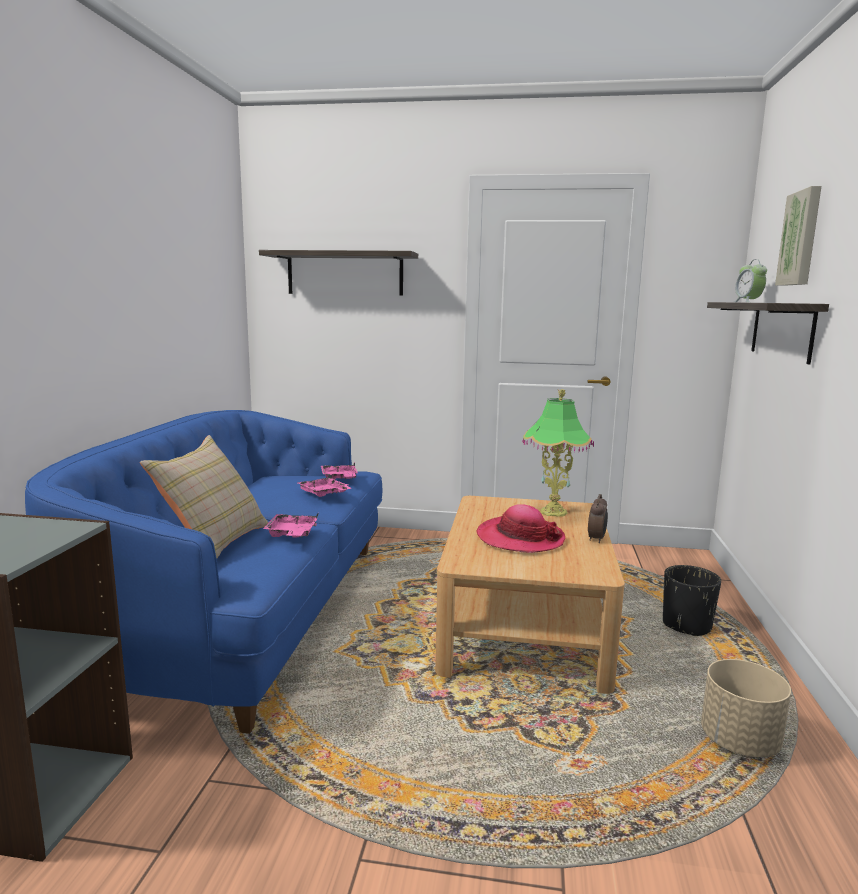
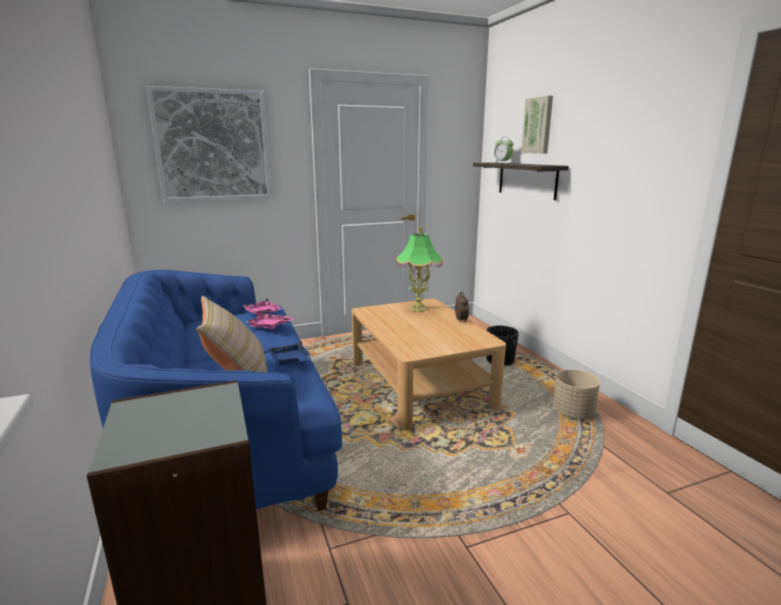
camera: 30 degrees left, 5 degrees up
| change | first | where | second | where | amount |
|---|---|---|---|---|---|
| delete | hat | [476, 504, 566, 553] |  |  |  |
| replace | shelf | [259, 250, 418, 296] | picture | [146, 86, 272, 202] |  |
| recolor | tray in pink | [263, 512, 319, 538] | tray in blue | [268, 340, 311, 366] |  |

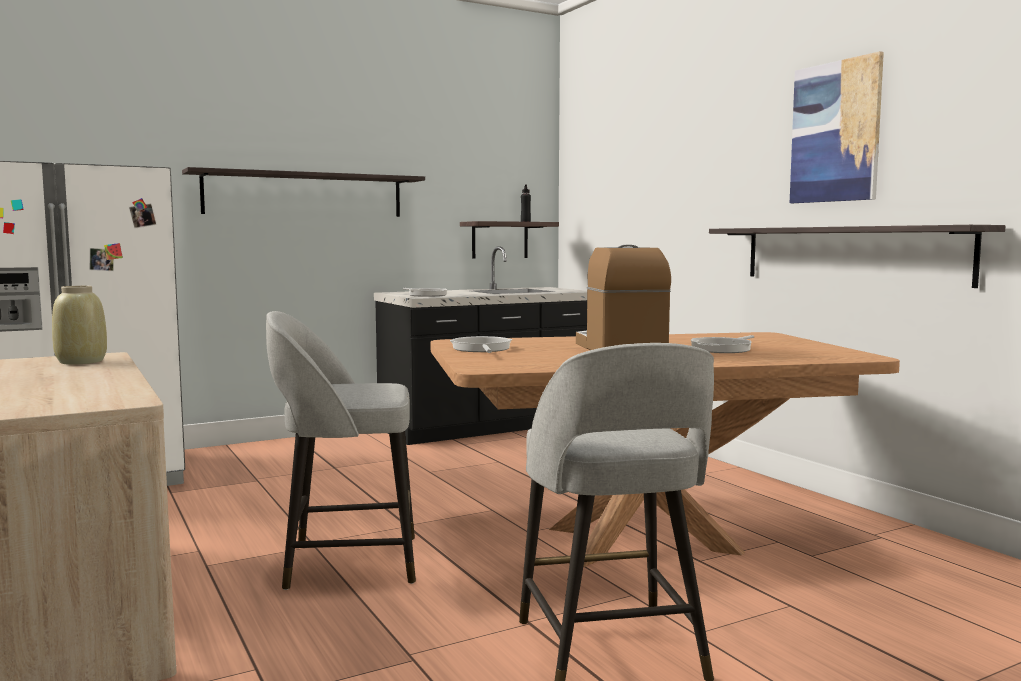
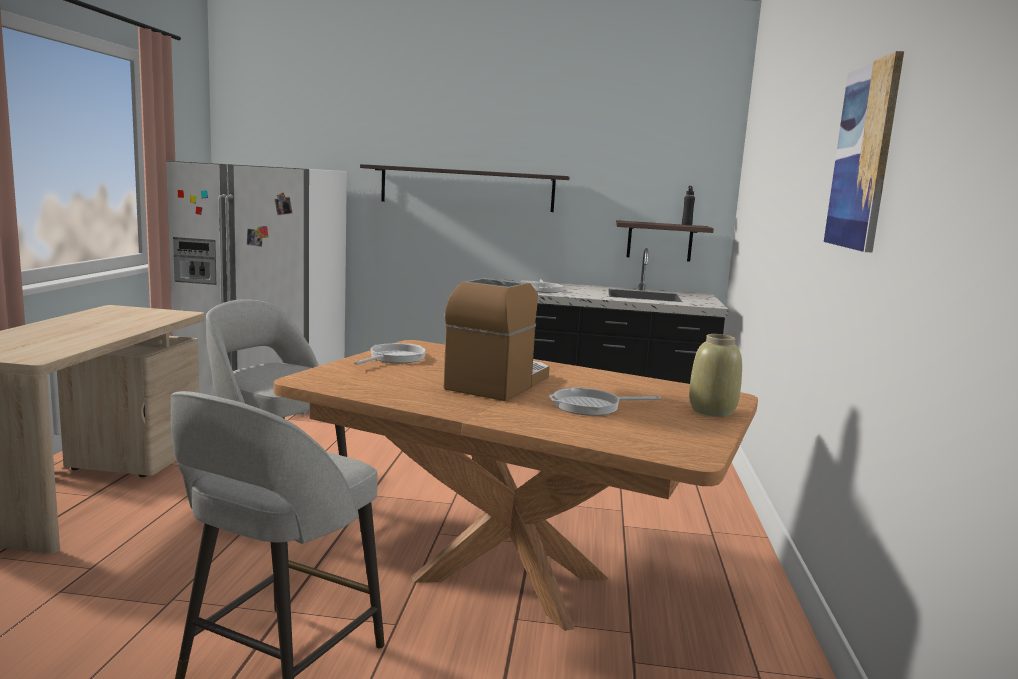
camera: 35 degrees right, 5 degrees up
| change | first | where | second | where | amount |
|---|---|---|---|---|---|
| delete | shelf | [709, 225, 1005, 288] |  |  |  |
| move | vase in beige | [52, 286, 107, 365] |  | [689, 334, 742, 417] |  |

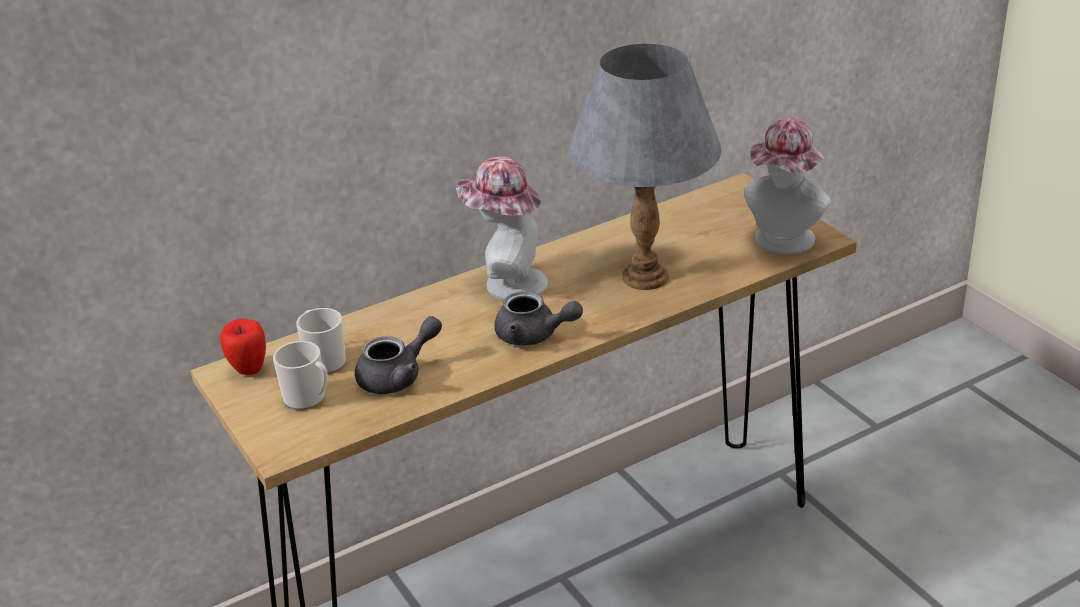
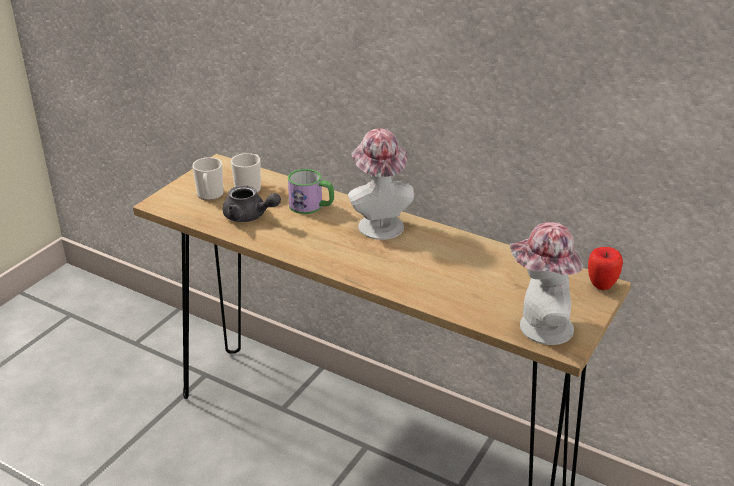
camera: 60 degrees right, 0 degrees up
| change | first | where | second | where | amount |
|---|---|---|---|---|---|
| delete | teapot in grey | [494, 291, 583, 346] |  |  |  |
| delete | table lamp in grey | [568, 43, 722, 290] |  |  |  |
| insert |  |  | mug | [288, 169, 334, 214] |  |
| move | apple | [220, 319, 266, 375] |  | [588, 247, 623, 290] |  |

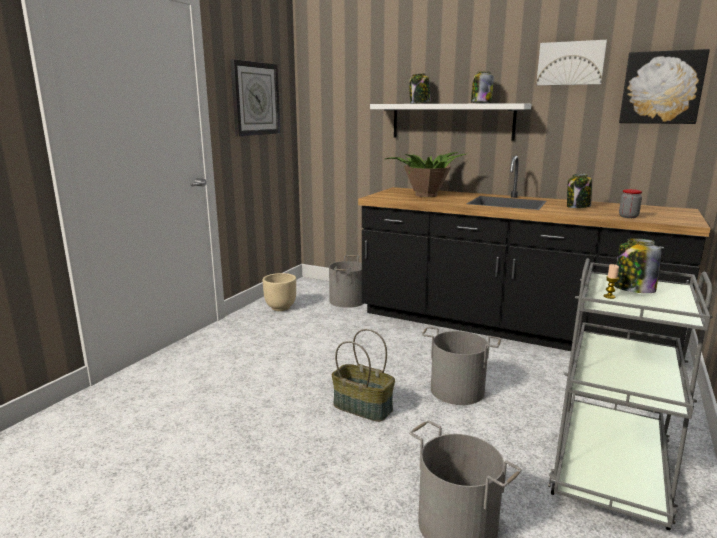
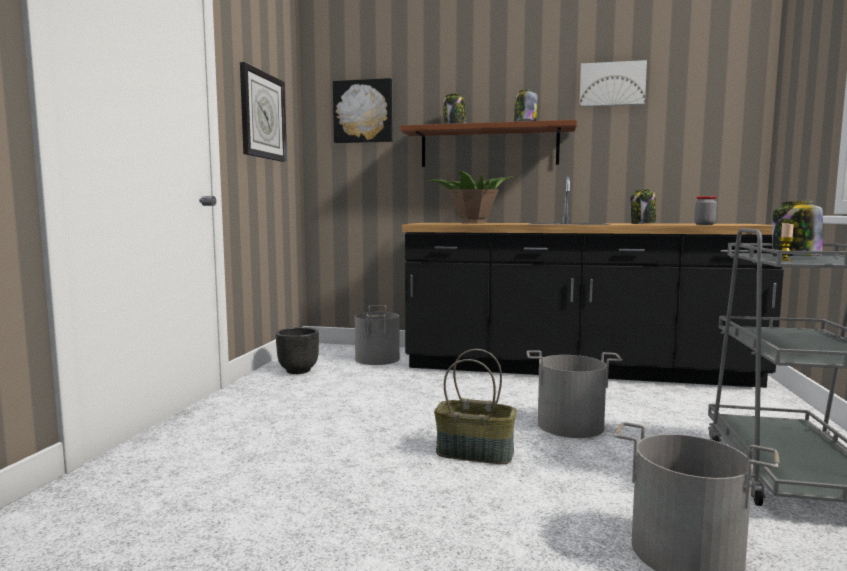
camera: 15 degrees left, 10 degrees down
| change | first | where | second | where | amount |
|---|---|---|---|---|---|
| move | picture | [619, 49, 710, 124] |  | [333, 78, 393, 143] |  |
| recolor | planter in beige | [263, 273, 296, 311] | planter in black | [276, 327, 319, 374] |  |
| recolor | shelf in white | [370, 103, 531, 141] | shelf in brown | [400, 120, 577, 167] |  |

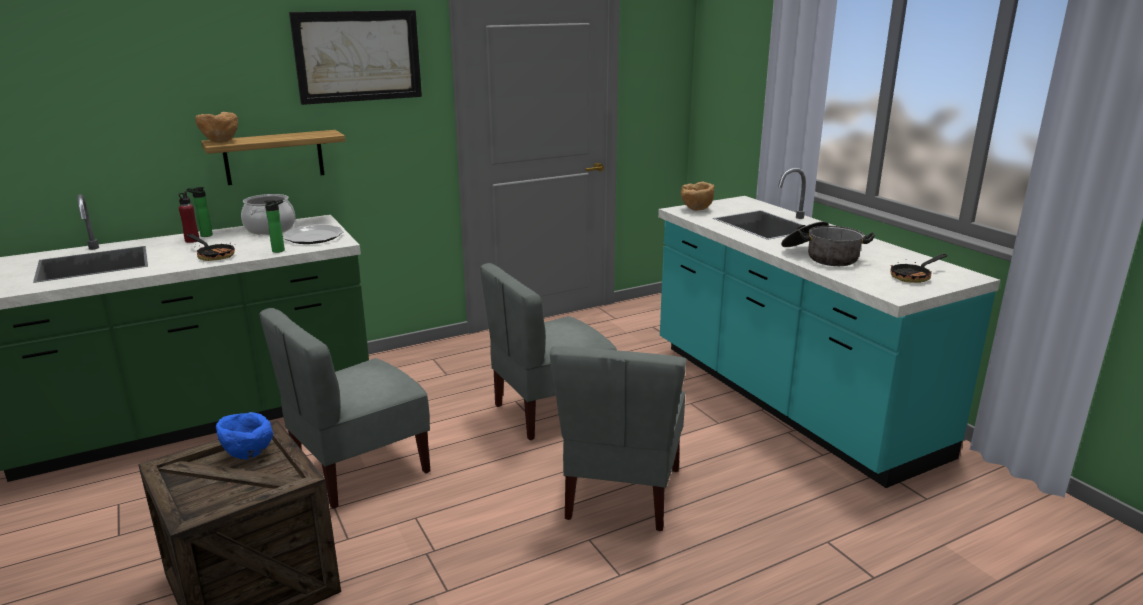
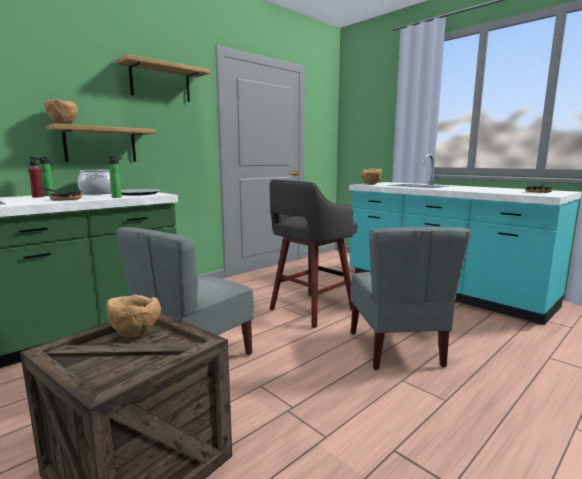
camera: 15 degrees left, 10 degrees down
| change | first | where | second | where | amount |
|---|---|---|---|---|---|
| delete | cooking pot | [781, 221, 875, 266] |  |  |  |
| replace | picture | [289, 10, 422, 105] | shelf | [116, 54, 211, 102] |  |
| replace | chair in grey | [480, 263, 617, 440] | stool in grey | [269, 180, 357, 328] |  |
| recolor | bowl in blue | [216, 412, 273, 460] | bowl in brown | [106, 295, 161, 337] |  |

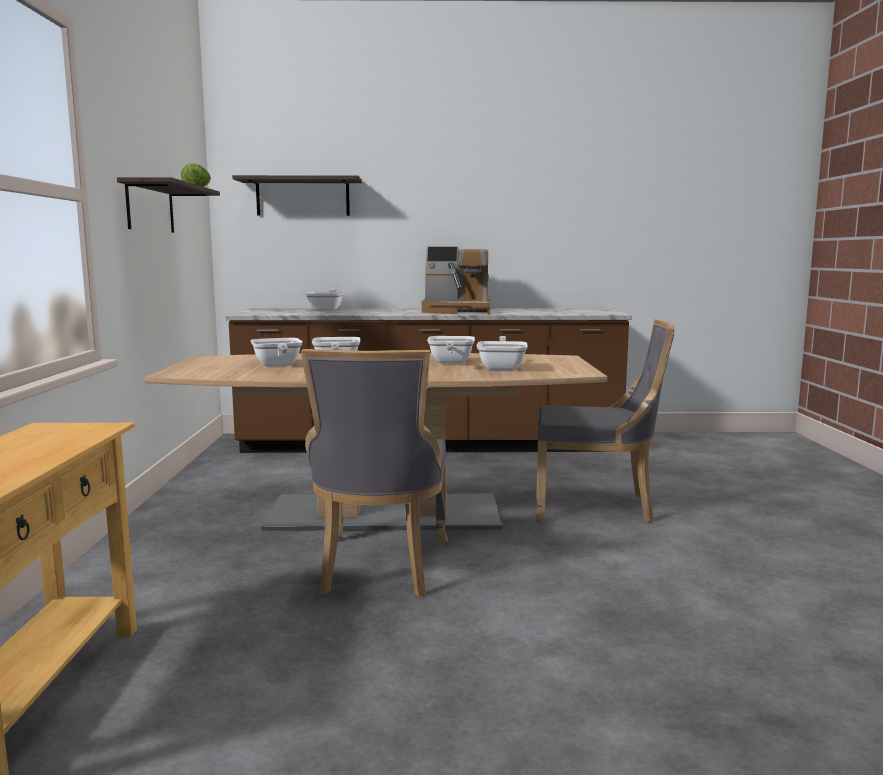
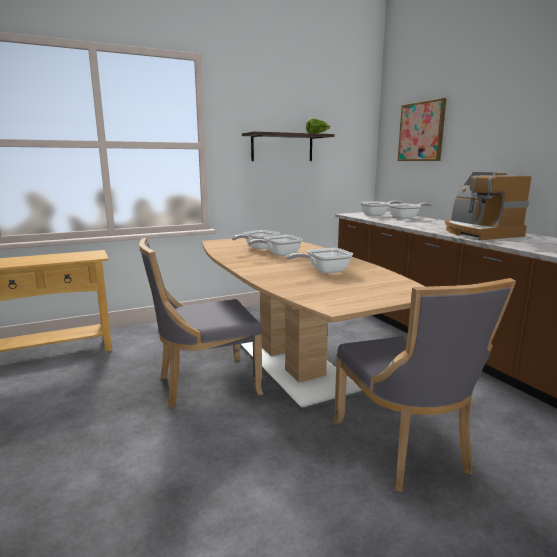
camera: 65 degrees right, 5 degrees up
| change | first | where | second | where | amount |
|---|---|---|---|---|---|
| move | frying pan | [477, 336, 528, 371] |  | [360, 201, 401, 216] |  |
| replace | shelf | [232, 175, 362, 216] | picture | [398, 98, 446, 161] |  |

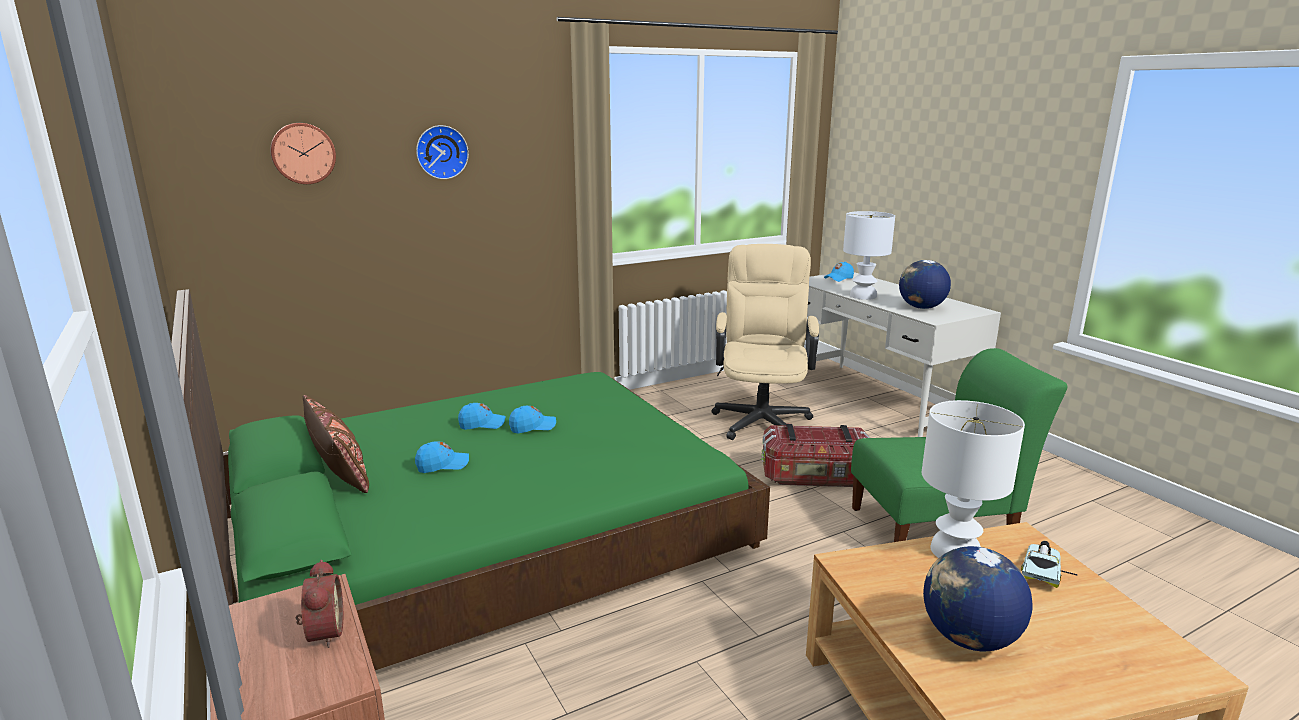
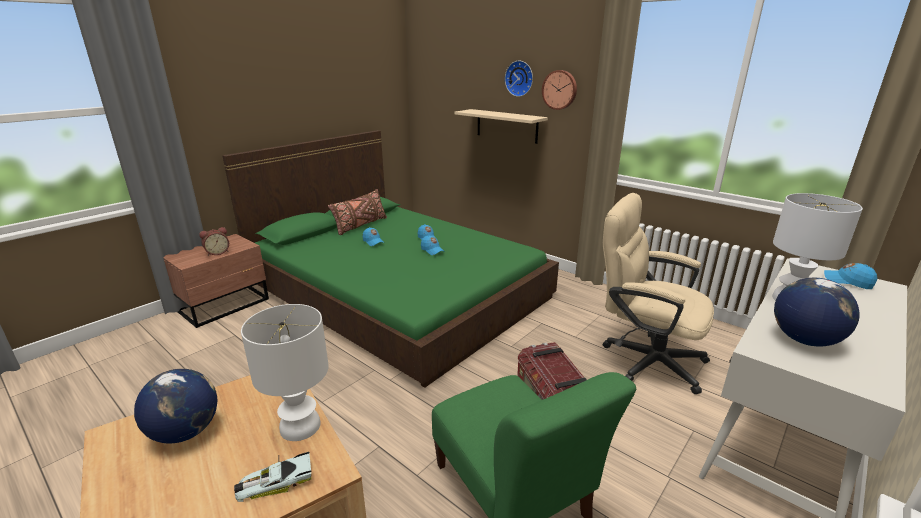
camera: 70 degrees right, 5 degrees up
| change | first | where | second | where | amount |
|---|---|---|---|---|---|
| insert |  |  | shelf in beige | [454, 109, 548, 144] |  |
| move | wall clock | [270, 123, 336, 184] |  | [542, 70, 577, 110] |  |
| rotate | office chair in beige | [711, 244, 819, 440] |  | [603, 193, 714, 394] | 135 degrees counterclockwise |
| rotate | toy car | [1021, 541, 1078, 588] |  | [234, 452, 312, 502] | 150 degrees clockwise |

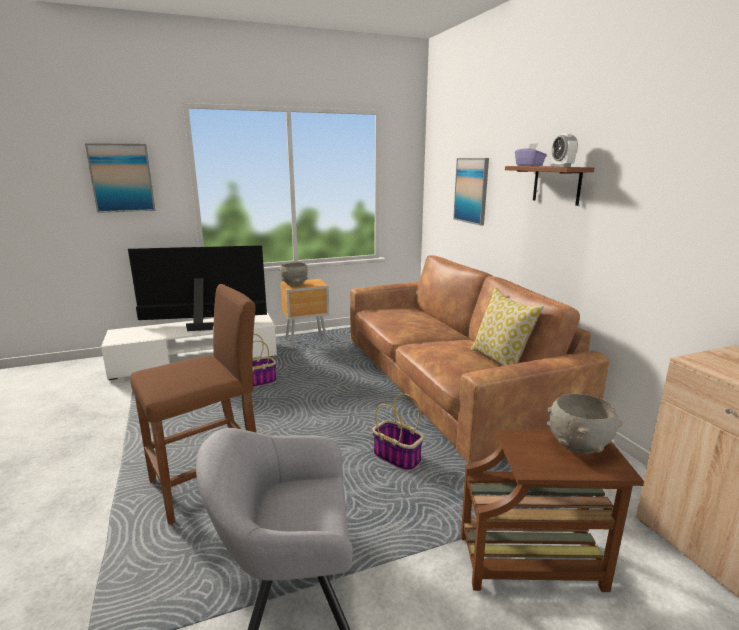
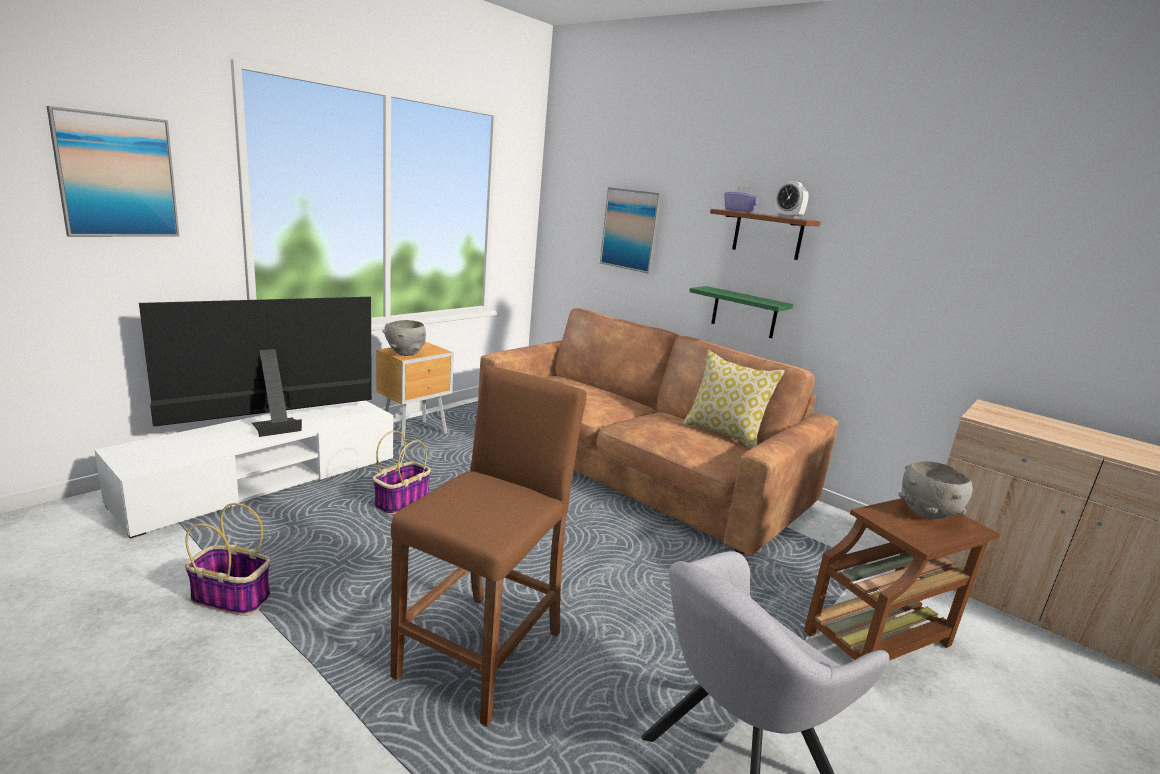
camera: 30 degrees left, 0 degrees up
| change | first | where | second | where | amount |
|---|---|---|---|---|---|
| insert |  |  | shelf in green | [689, 286, 793, 338] |  |
| move | basket | [372, 393, 424, 471] |  | [185, 503, 270, 616] |  |

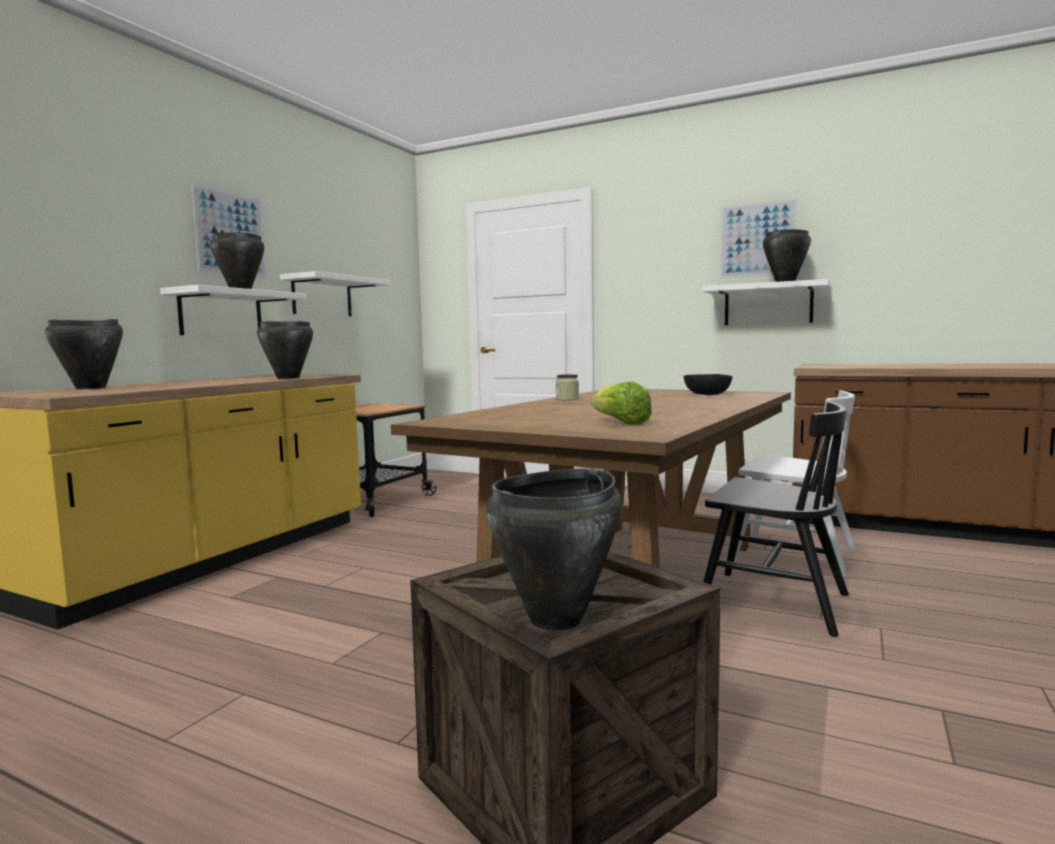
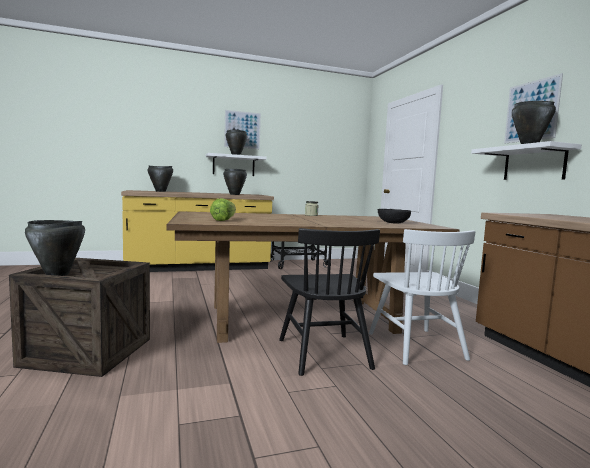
camera: 45 degrees right, 0 degrees up
| change | first | where | second | where | amount |
|---|---|---|---|---|---|
| delete | shelf in white | [280, 271, 390, 316] |  |  |  |

